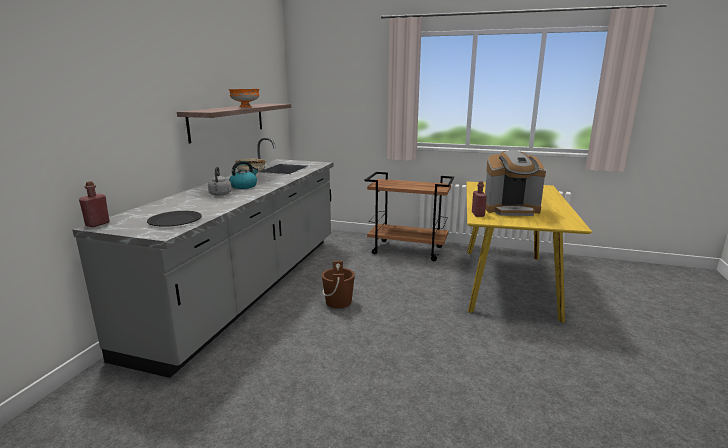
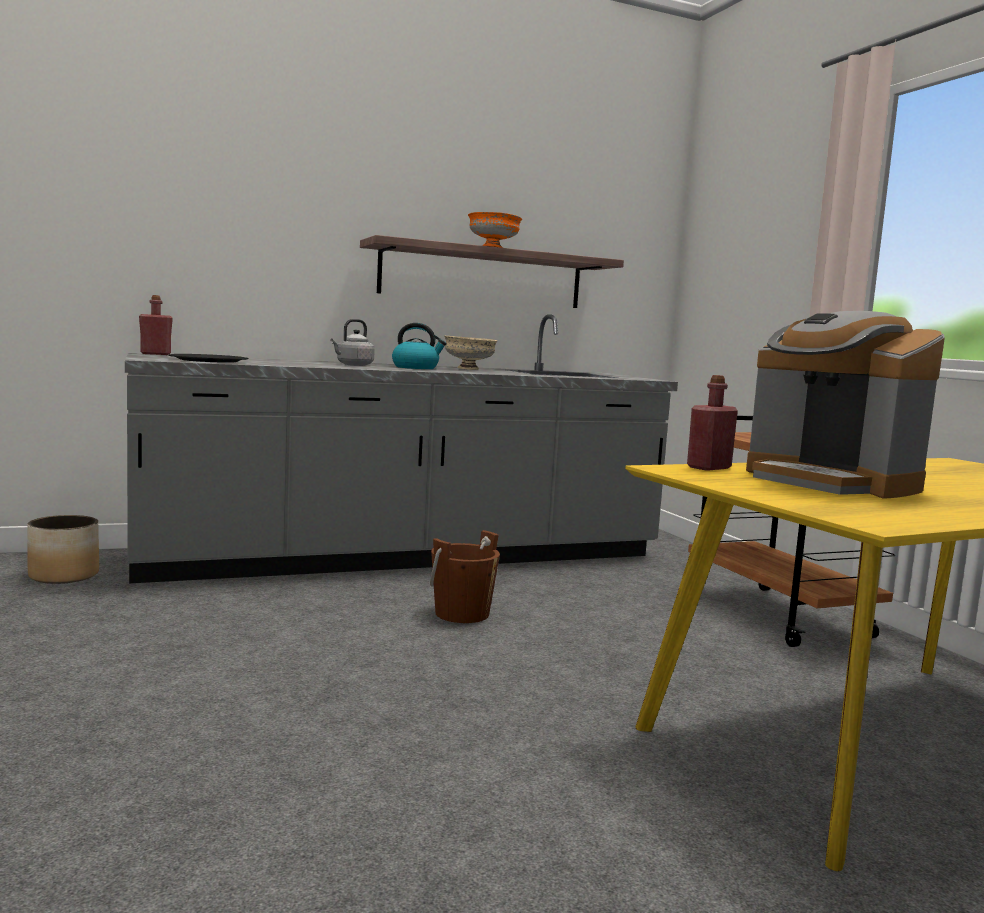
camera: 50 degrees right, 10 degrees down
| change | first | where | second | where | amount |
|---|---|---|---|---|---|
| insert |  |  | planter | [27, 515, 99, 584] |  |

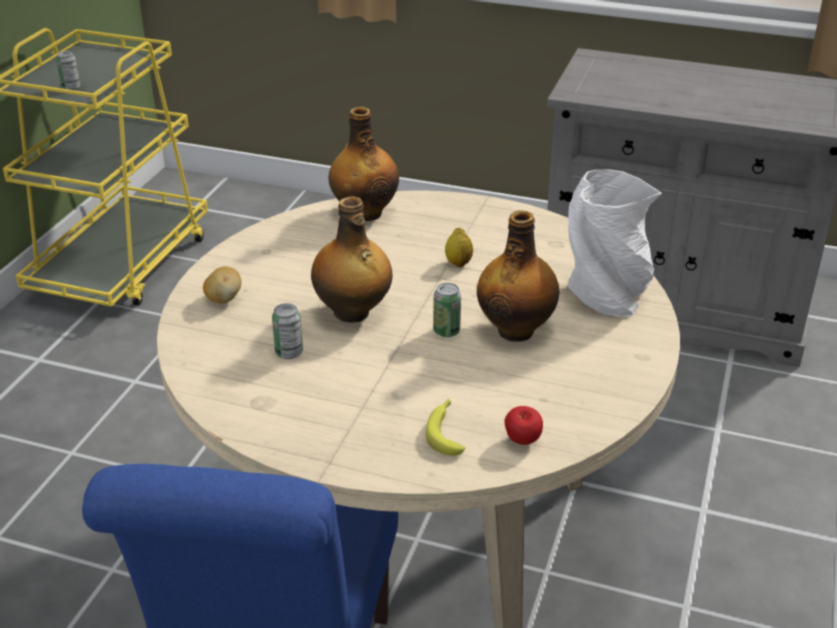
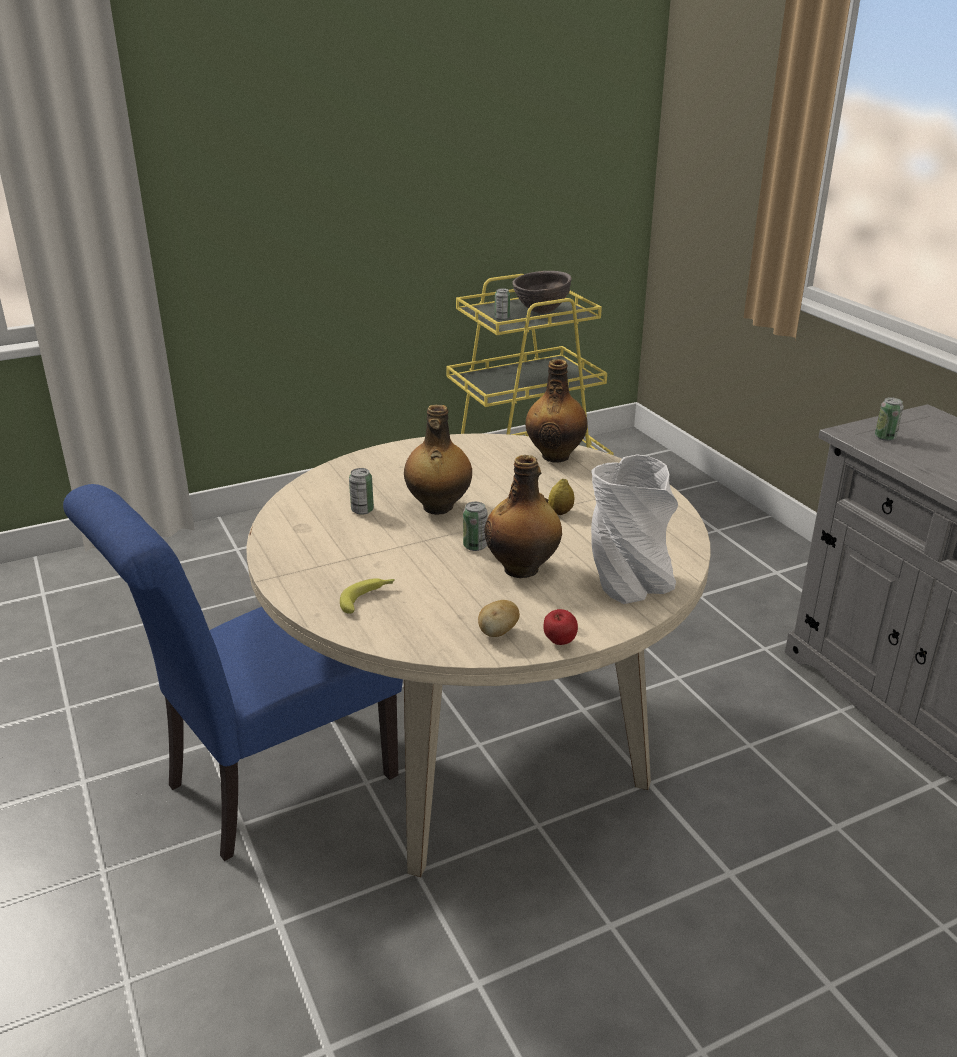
camera: 45 degrees right, 5 degrees down
| change | first | where | second | where | amount |
|---|---|---|---|---|---|
| insert |  |  | bowl in brown | [512, 271, 572, 314] |  |
| insert |  |  | can | [875, 397, 904, 441] |  |
| move | potato | [203, 266, 241, 304] |  | [478, 600, 520, 637] |  |
| move | apple | [504, 406, 543, 445] |  | [544, 609, 578, 645] |  |

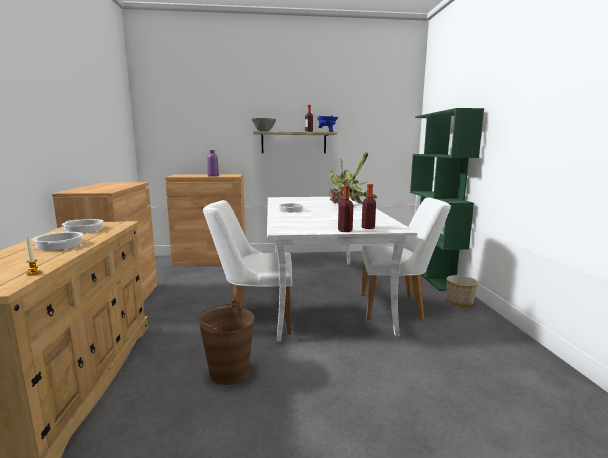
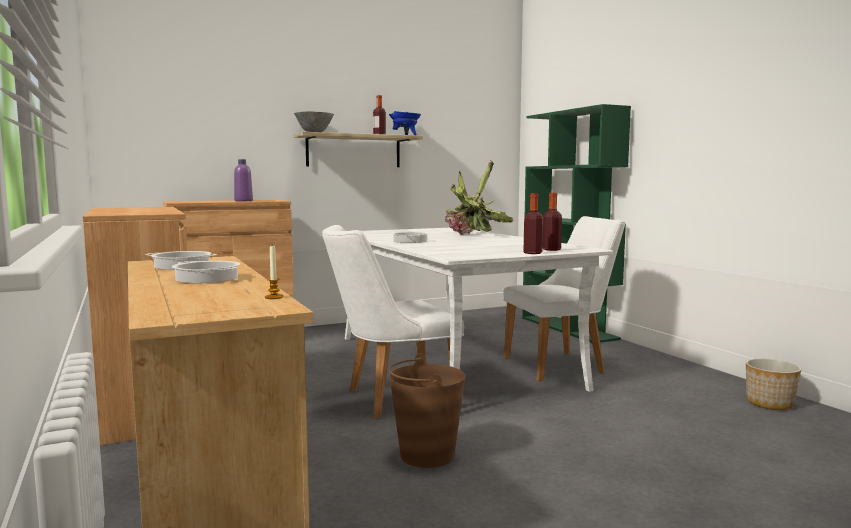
camera: 20 degrees left, 5 degrees down
| change | first | where | second | where | amount |
|---|---|---|---|---|---|
| move | planter | [447, 275, 478, 307] |  | [746, 358, 801, 410] |  |

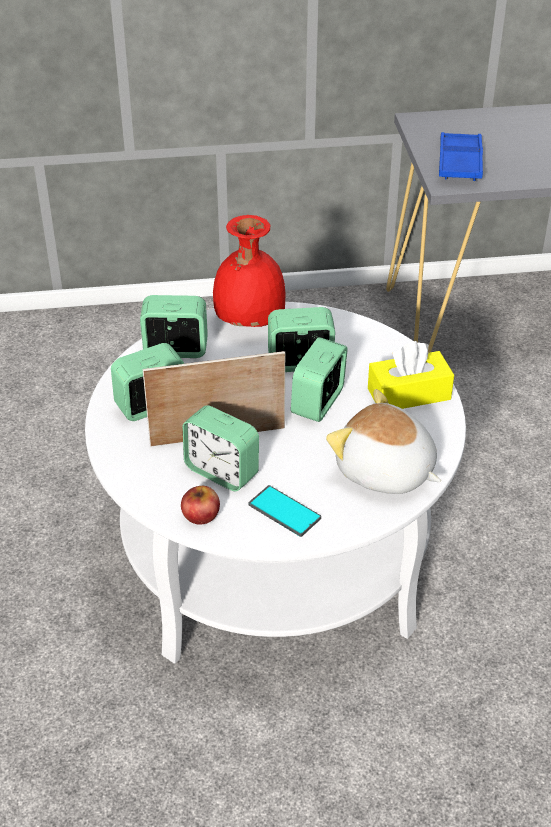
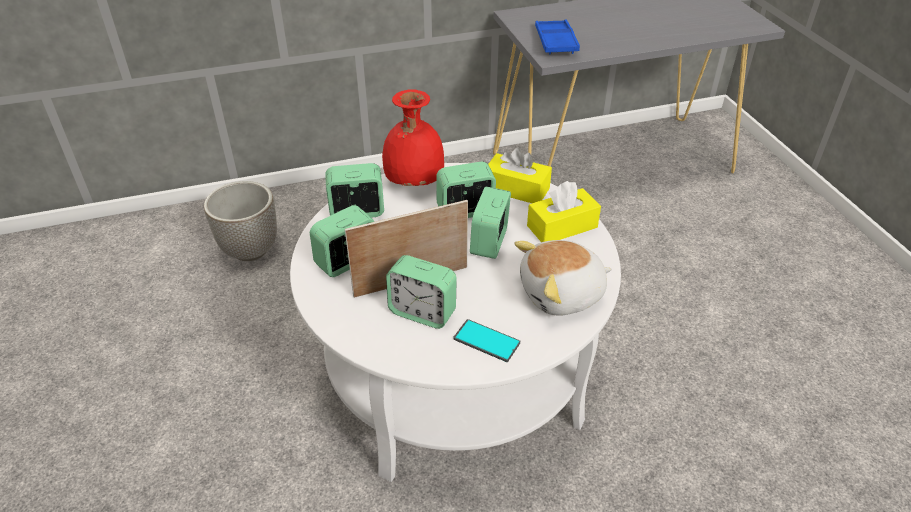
camera: 10 degrees left, 0 degrees up
| change | first | where | second | where | amount |
|---|---|---|---|---|---|
| delete | apple | [181, 486, 220, 525] |  |  |  |
| insert |  |  | planter | [204, 181, 277, 261] |  |
| insert |  |  | tissue box in yellow | [488, 147, 552, 203] |  |
| rotate | plush toy | [326, 389, 441, 494] |  | [514, 240, 612, 316] | 45 degrees counterclockwise |

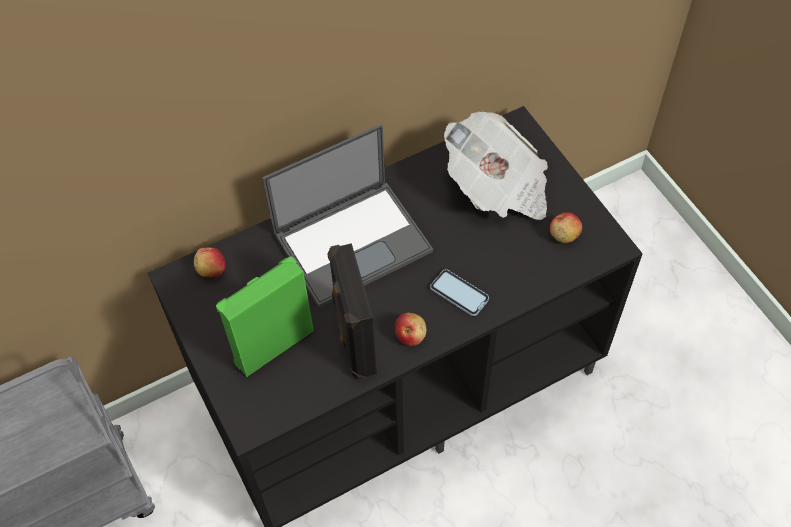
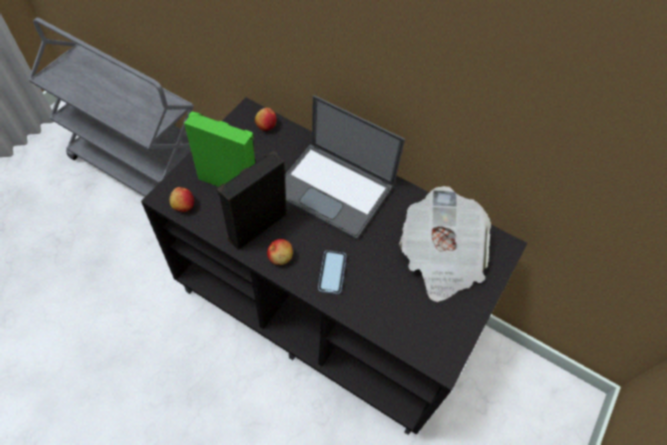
camera: 55 degrees right, 0 degrees up
| change | first | where | second | where | amount |
|---|---|---|---|---|---|
| move | apple | [550, 212, 582, 243] |  | [169, 187, 194, 212] |  |

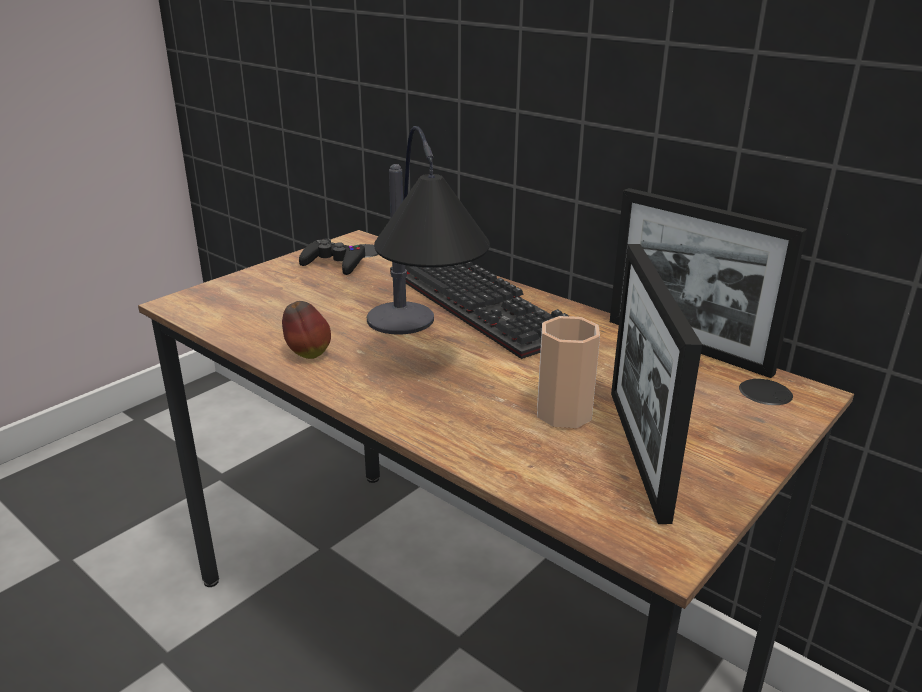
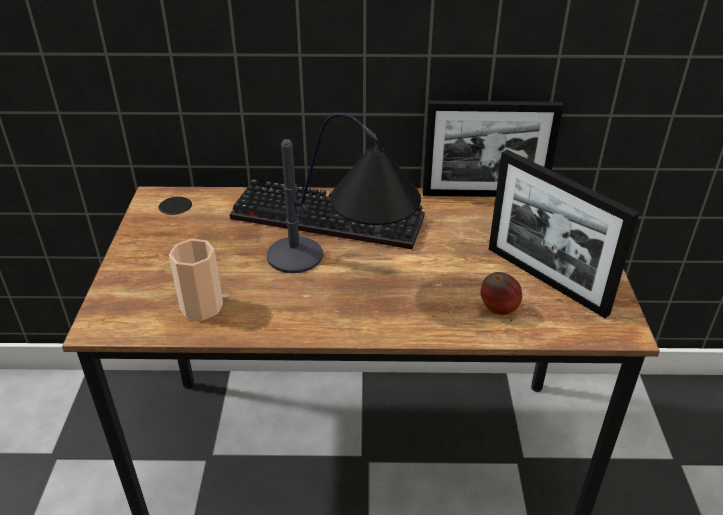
camera: 40 degrees left, 10 degrees up
| change | first | where | second | where | amount |
|---|---|---|---|---|---|
| delete | game controller in black | [299, 238, 365, 275] |  |  |  |
| move | apple | [282, 301, 331, 359] |  | [480, 272, 522, 315] |  |
| move | cup | [537, 316, 600, 428] |  | [169, 239, 223, 321] |  |

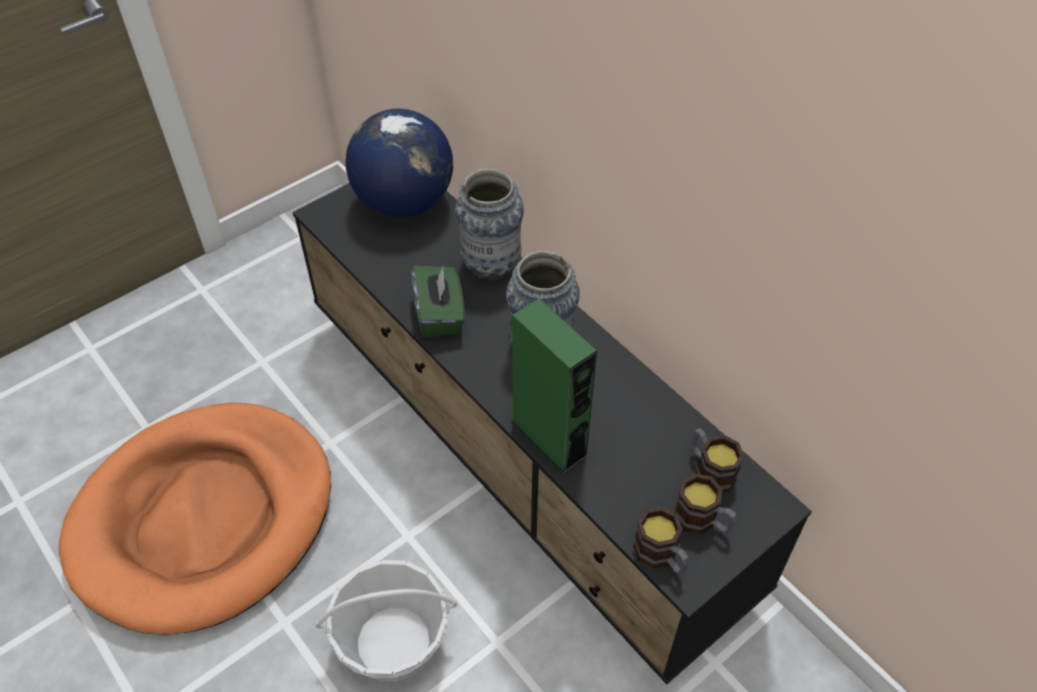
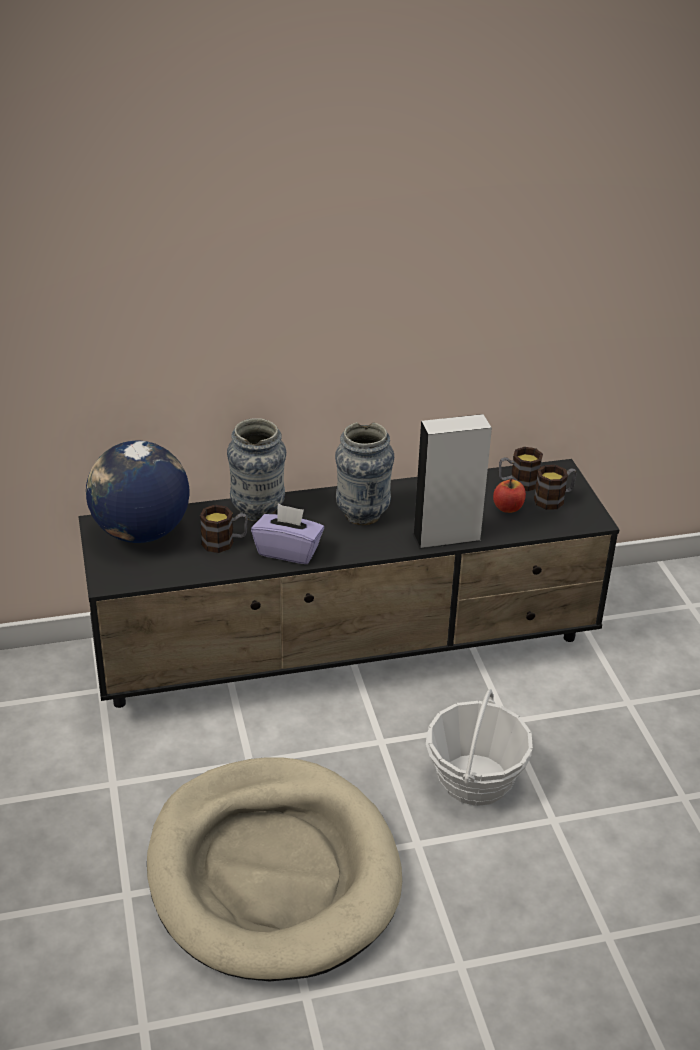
camera: 65 degrees left, 15 degrees down
| change | first | where | second | where | amount |
|---|---|---|---|---|---|
| insert |  |  | apple | [493, 479, 526, 513] |  |
| move | mug | [633, 506, 689, 574] |  | [200, 505, 248, 553] |  |
| recolor | dog bed in orange | [59, 403, 331, 635] | dog bed in beige | [147, 757, 402, 981] |  |
| recolor | tissue box in green | [411, 265, 465, 338] | tissue box in purple | [251, 504, 324, 564] |  |
| recolor | speaker in green | [512, 298, 597, 474] | speaker in grey | [413, 414, 492, 549] |  |

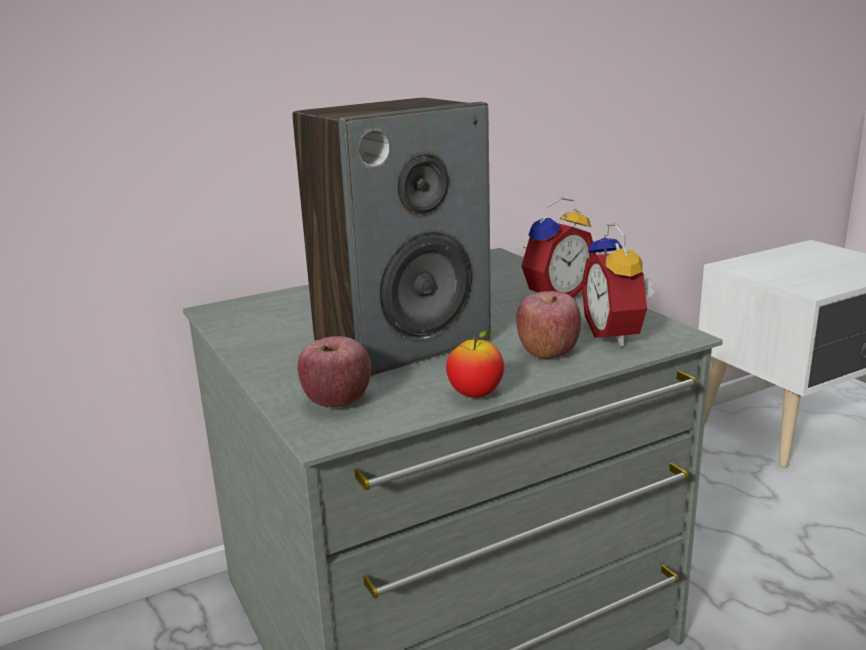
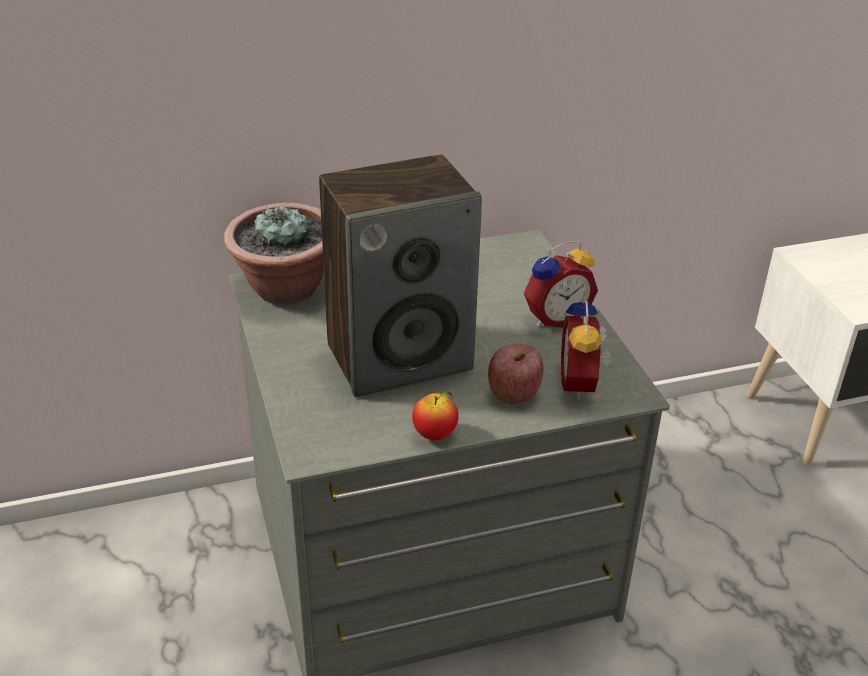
camera: 10 degrees right, 15 degrees up
| change | first | where | second | where | amount |
|---|---|---|---|---|---|
| delete | apple | [297, 336, 371, 407] |  |  |  |
| insert |  |  | potted plant | [224, 203, 324, 305] |  |

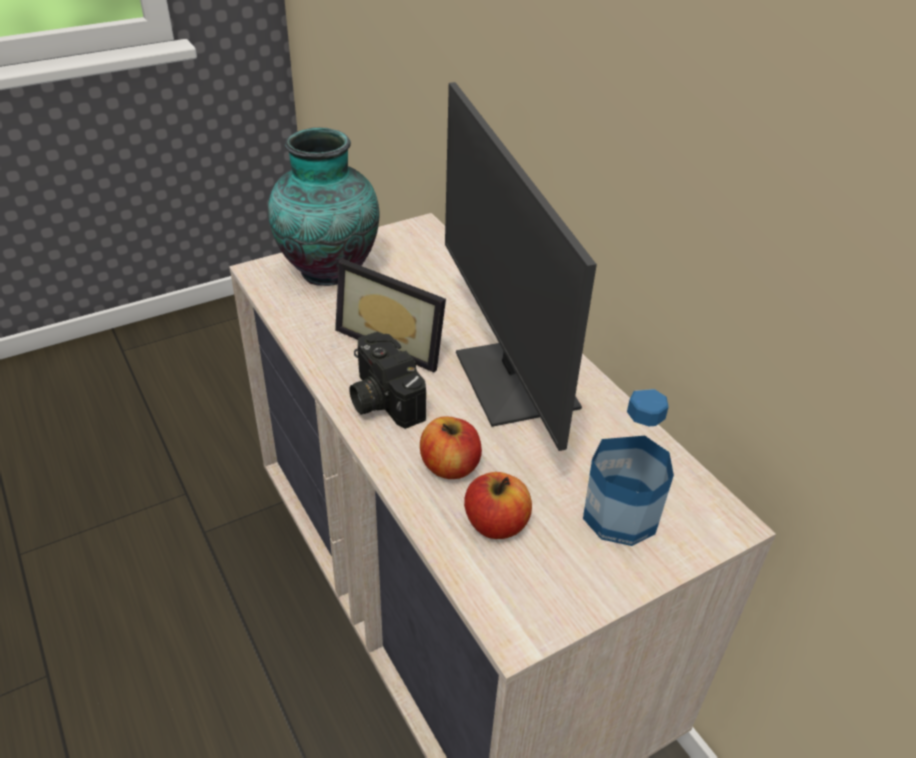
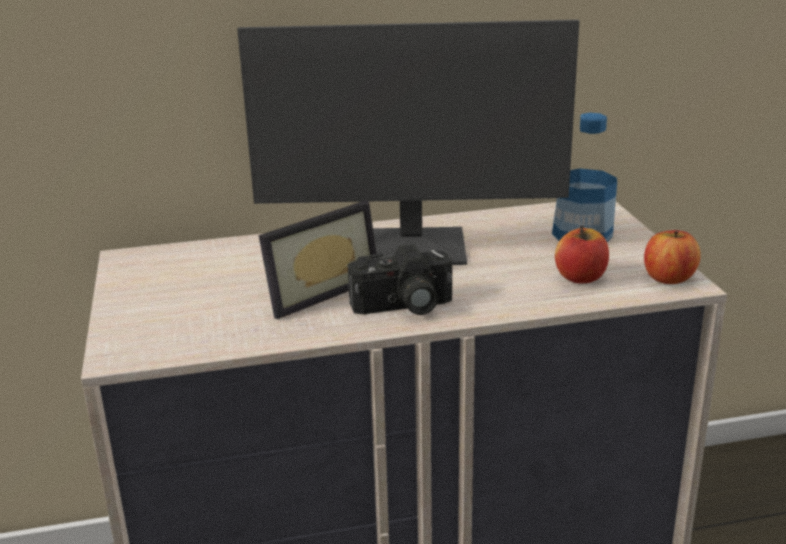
camera: 70 degrees left, 15 degrees down
| change | first | where | second | where | amount |
|---|---|---|---|---|---|
| delete | vase | [268, 127, 379, 286] |  |  |  |
| move | apple | [420, 417, 482, 479] |  | [644, 230, 701, 284] |  |

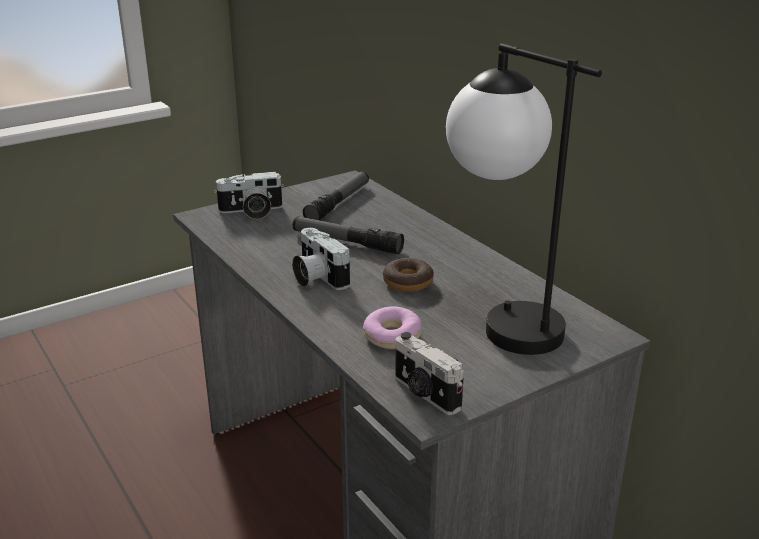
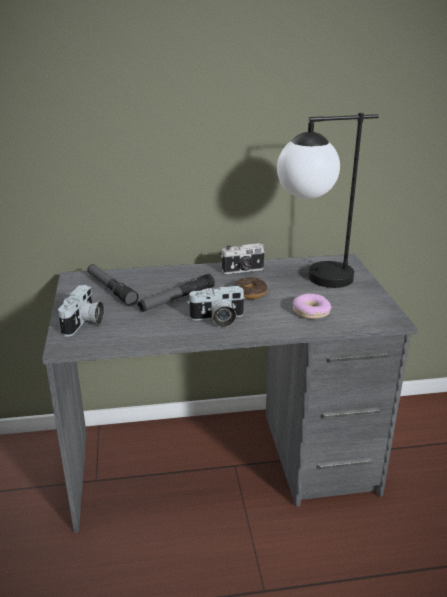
camera: 65 degrees left, 0 degrees up
| change | first | where | second | where | amount |
|---|---|---|---|---|---|
| move | photo camera | [395, 332, 464, 415] |  | [221, 243, 265, 274] |  |

